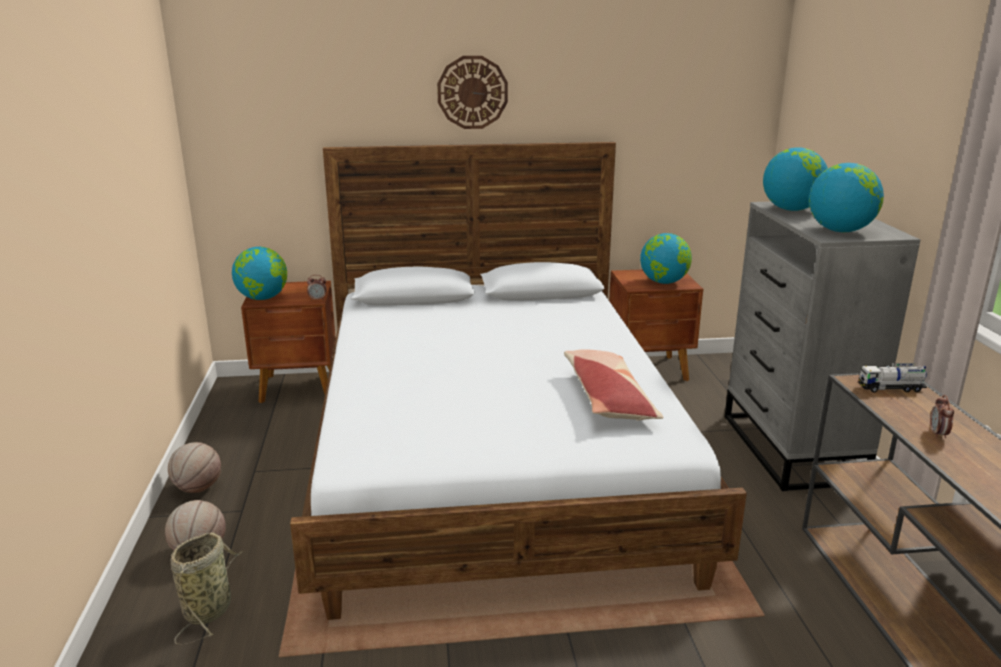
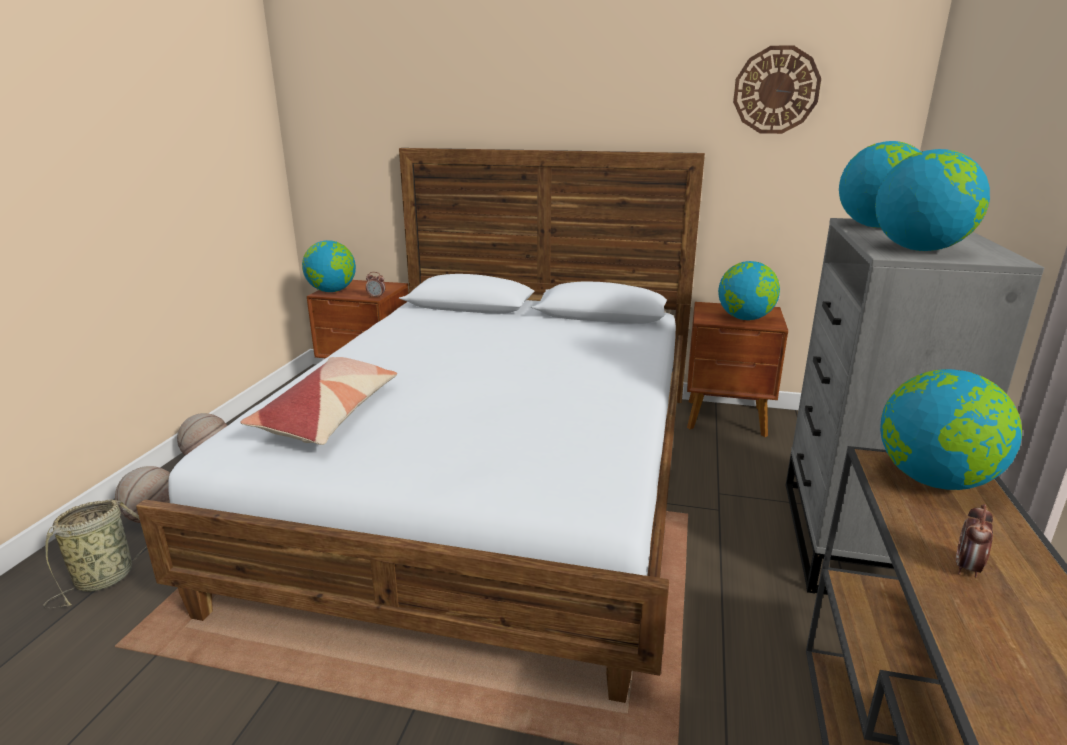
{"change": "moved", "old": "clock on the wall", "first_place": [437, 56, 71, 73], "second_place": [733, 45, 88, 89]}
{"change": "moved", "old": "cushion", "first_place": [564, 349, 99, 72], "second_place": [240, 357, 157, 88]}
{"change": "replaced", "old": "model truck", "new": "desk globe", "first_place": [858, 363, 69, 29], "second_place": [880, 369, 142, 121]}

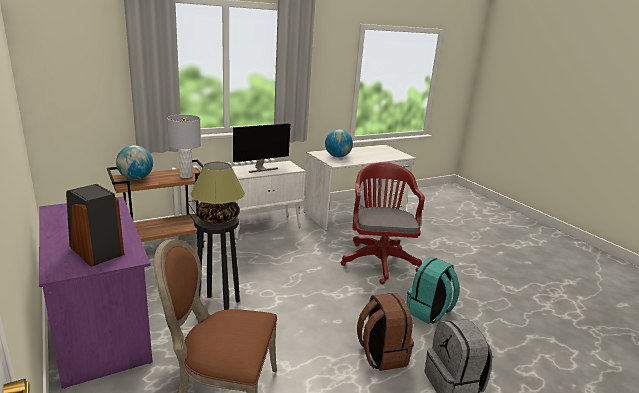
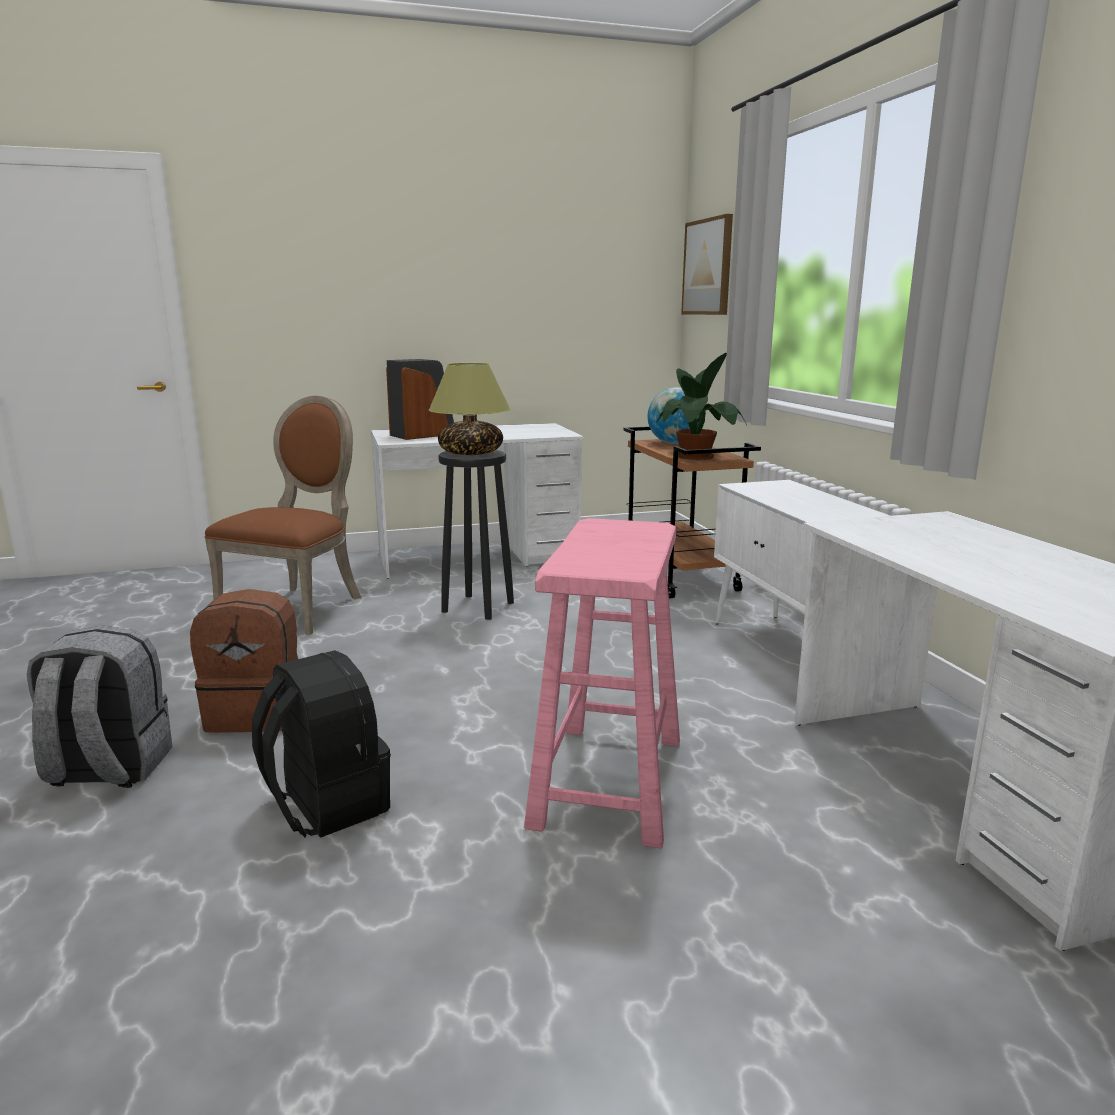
{"change": "removed", "old": "computer screen", "first_place": [233, 123, 57, 50]}
{"change": "removed", "old": "desk globe", "first_place": [325, 129, 28, 28]}
{"change": "added", "new": "wall picture", "second_place": [681, 214, 52, 101]}
{"change": "replaced", "old": "greyish tabletop lamp", "new": "plant in a pot", "first_place": [167, 114, 34, 64], "second_place": [657, 353, 90, 107]}
{"change": "replaced", "old": "red-coloured office chair", "new": "pink-coloured sitting stool", "first_place": [341, 162, 84, 122], "second_place": [524, 518, 156, 330]}
{"change": "recoloured", "old": "purple-coloured desk unit", "new": "whitish desk unit", "first_place": [39, 197, 114, 192], "second_place": [371, 423, 213, 156]}
{"change": "recoloured", "old": "turquoise backpack", "new": "black backpack", "first_place": [406, 257, 54, 67], "second_place": [252, 650, 139, 188]}

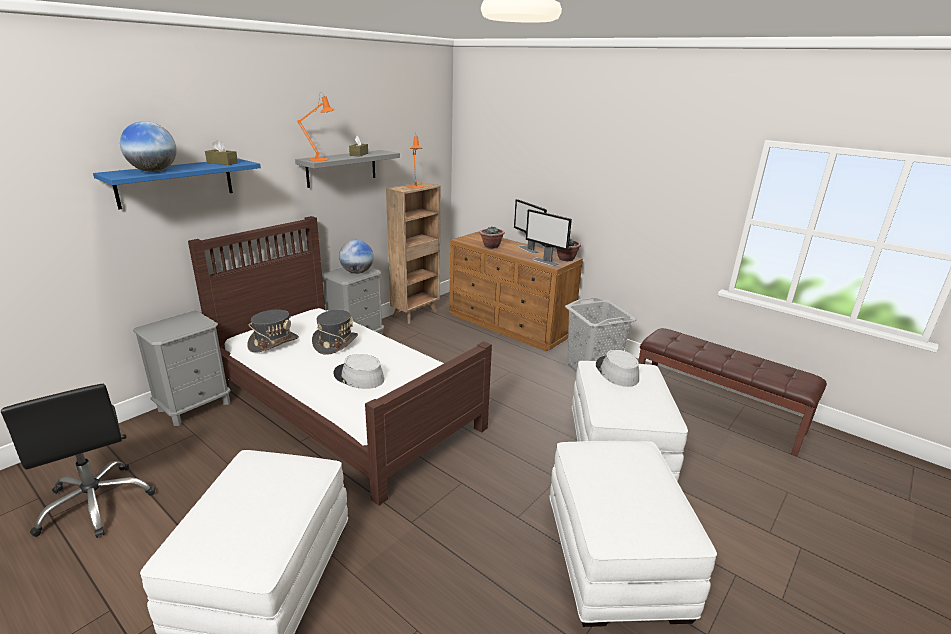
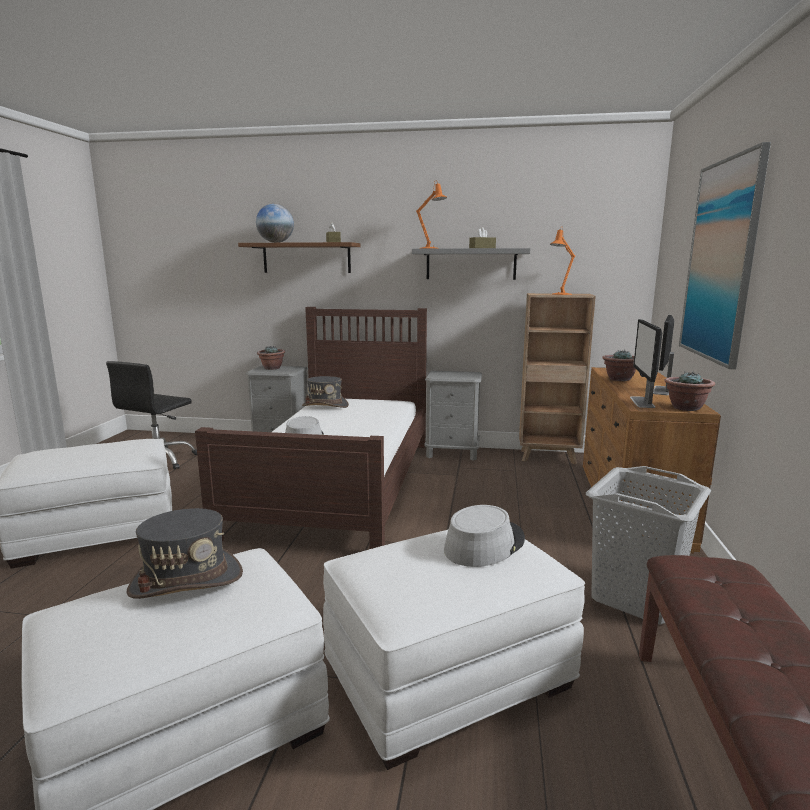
{"change": "removed", "old": "desk globe", "first_place": [339, 240, 35, 34]}
{"change": "added", "new": "plant in a pot", "second_place": [257, 346, 28, 24]}
{"change": "added", "new": "wall picture", "second_place": [679, 142, 92, 227]}
{"change": "moved", "old": "greyish clothing hat", "first_place": [312, 310, 46, 45], "second_place": [126, 508, 117, 91]}
{"change": "recoloured", "old": "blue-coloured bracket shelf", "new": "brown-coloured bracket shelf", "first_place": [93, 159, 168, 51], "second_place": [238, 242, 123, 31]}

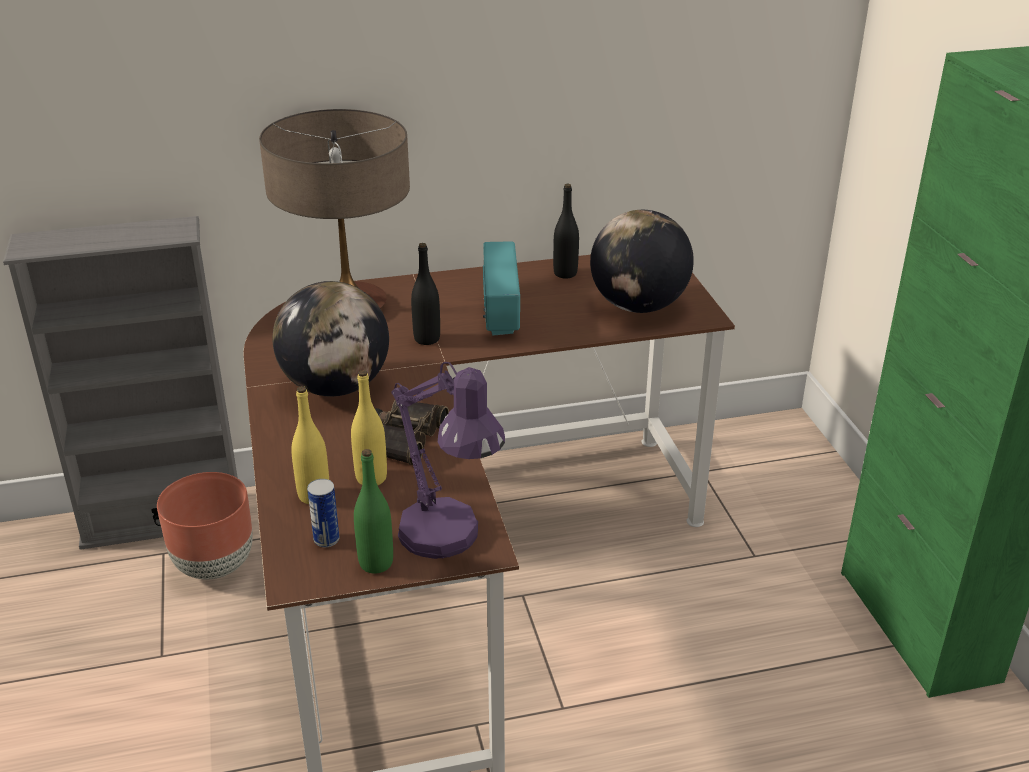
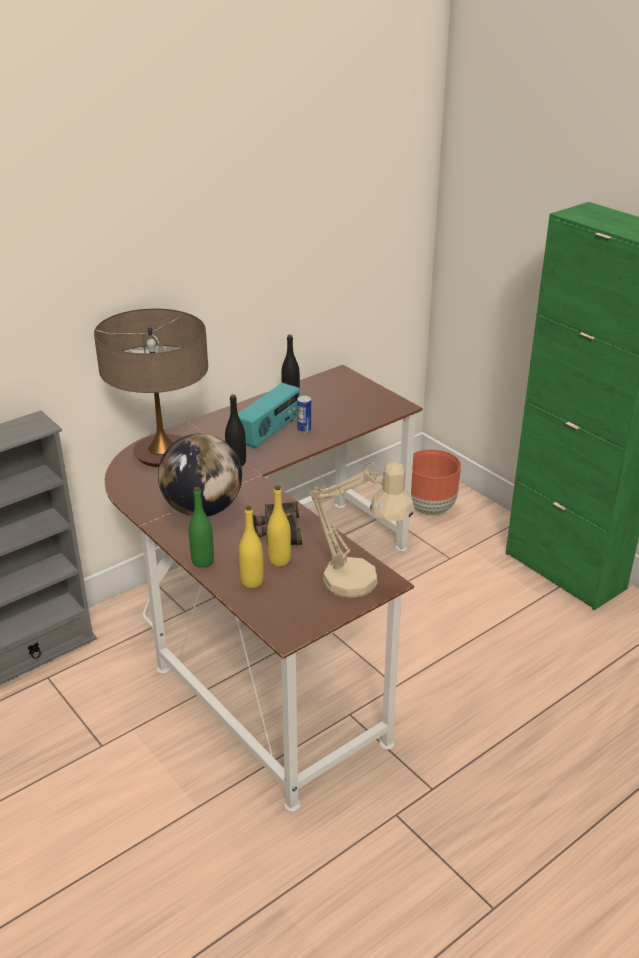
{"change": "removed", "old": "desk globe", "first_place": [590, 210, 104, 103]}
{"change": "moved", "old": "brown-coloured planter", "first_place": [157, 472, 96, 108], "second_place": [411, 449, 50, 66]}
{"change": "moved", "old": "metal can", "first_place": [307, 479, 32, 68], "second_place": [297, 396, 14, 38]}
{"change": "moved", "old": "greenish bottle", "first_place": [354, 449, 39, 125], "second_place": [189, 487, 25, 81]}
{"change": "recoloured", "old": "purple-coloured tabletop lamp", "new": "beige tabletop lamp", "first_place": [391, 362, 114, 197], "second_place": [309, 462, 106, 136]}
{"change": "turned", "old": "radio receiver", "first_place": [483, 241, 37, 95], "second_place": [238, 383, 62, 66], "degrees": -120}

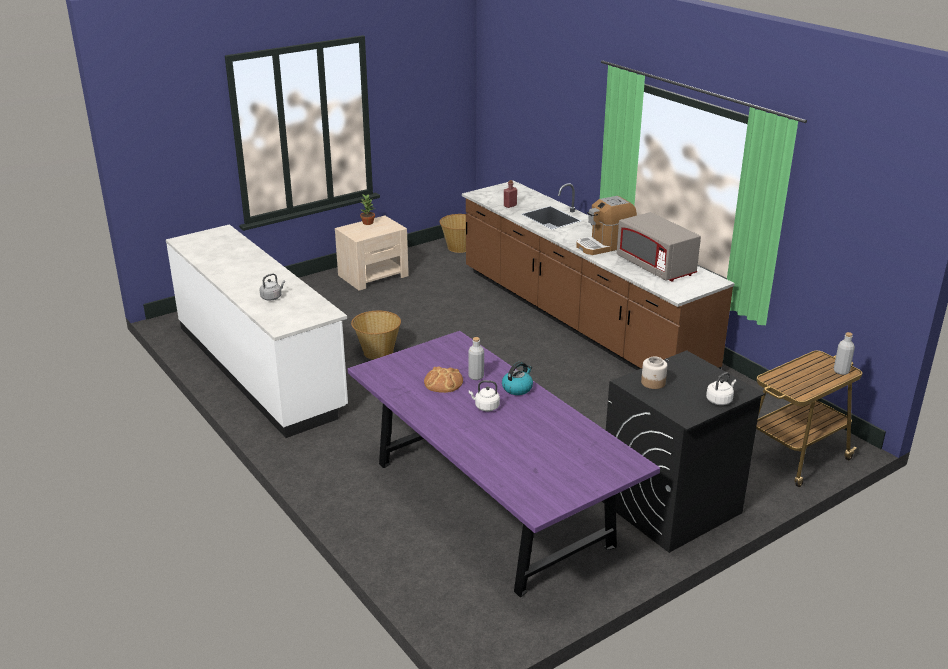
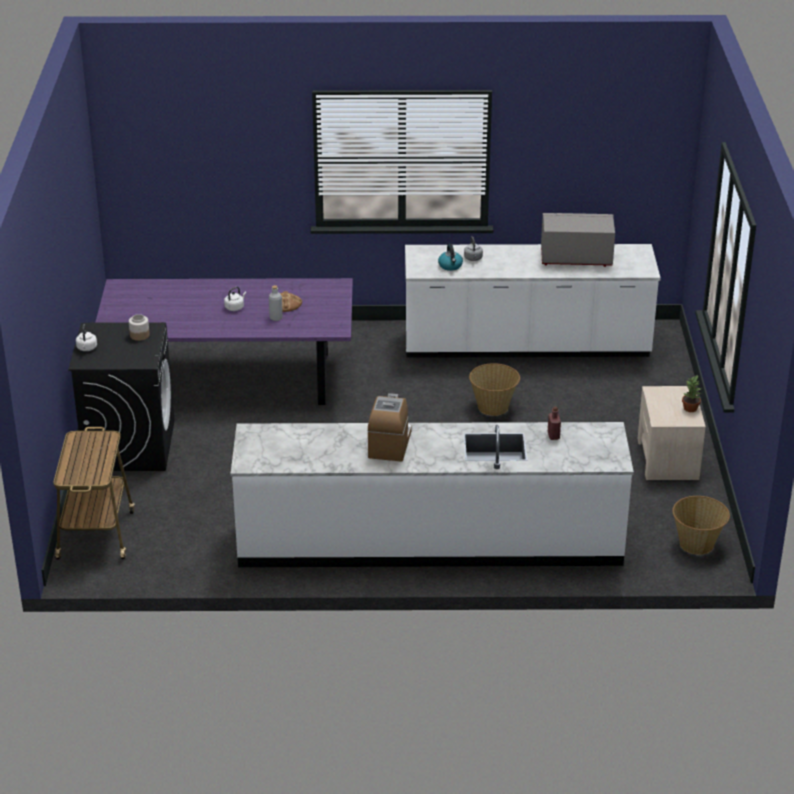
{"change": "removed", "old": "greyish bottle", "first_place": [834, 332, 21, 43]}
{"change": "moved", "old": "tea kettle", "first_place": [502, 362, 31, 33], "second_place": [438, 244, 25, 27]}
{"change": "moved", "old": "greyish microwave", "first_place": [617, 212, 84, 69], "second_place": [541, 213, 74, 54]}
{"change": "recoloured", "old": "brown-coloured counter", "new": "whitish counter", "first_place": [462, 181, 273, 189], "second_place": [231, 422, 403, 145]}

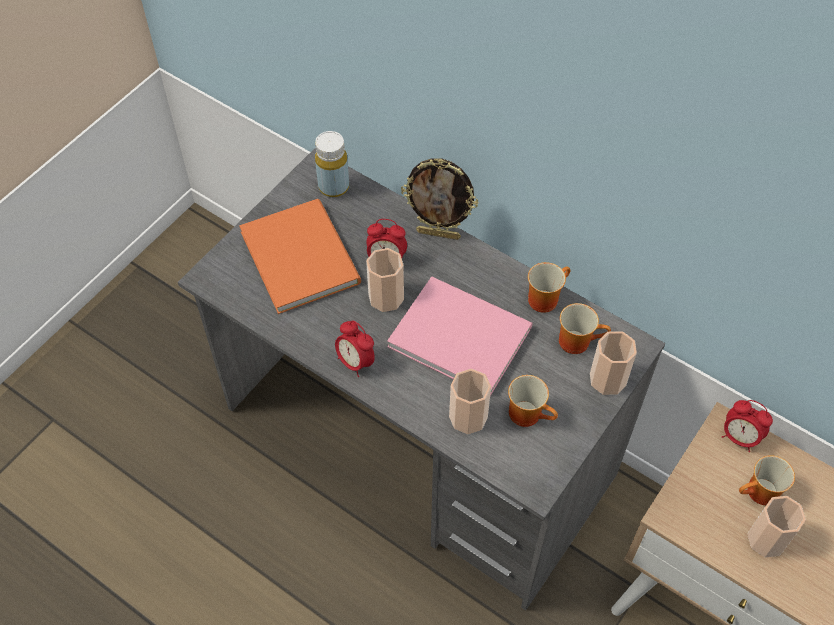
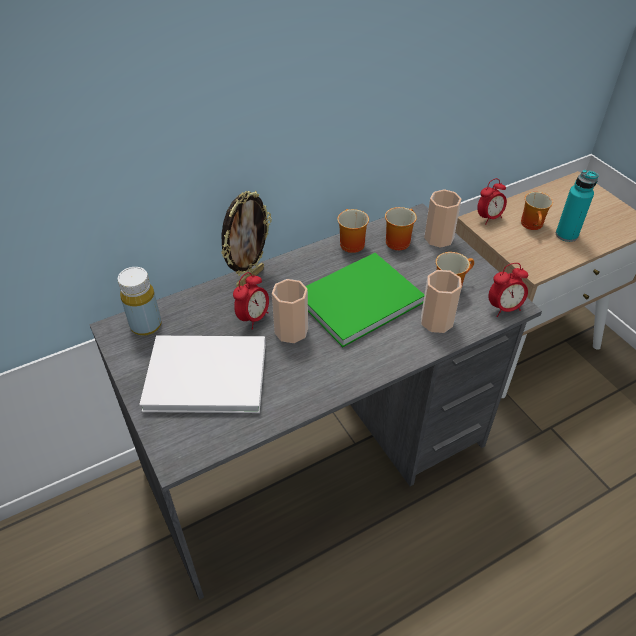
{"change": "moved", "old": "alarm clock", "first_place": [335, 321, 40, 56], "second_place": [488, 263, 40, 54]}
{"change": "replaced", "old": "drinking cup", "new": "turquoise bottle", "first_place": [747, 496, 59, 61], "second_place": [556, 170, 43, 72]}
{"change": "recoloured", "old": "orangey volume", "new": "whitish volume", "first_place": [239, 199, 122, 115], "second_place": [139, 336, 127, 77]}
{"change": "recoloured", "old": "pink-coloured volume", "new": "greenish volume", "first_place": [387, 277, 146, 119], "second_place": [306, 253, 118, 94]}

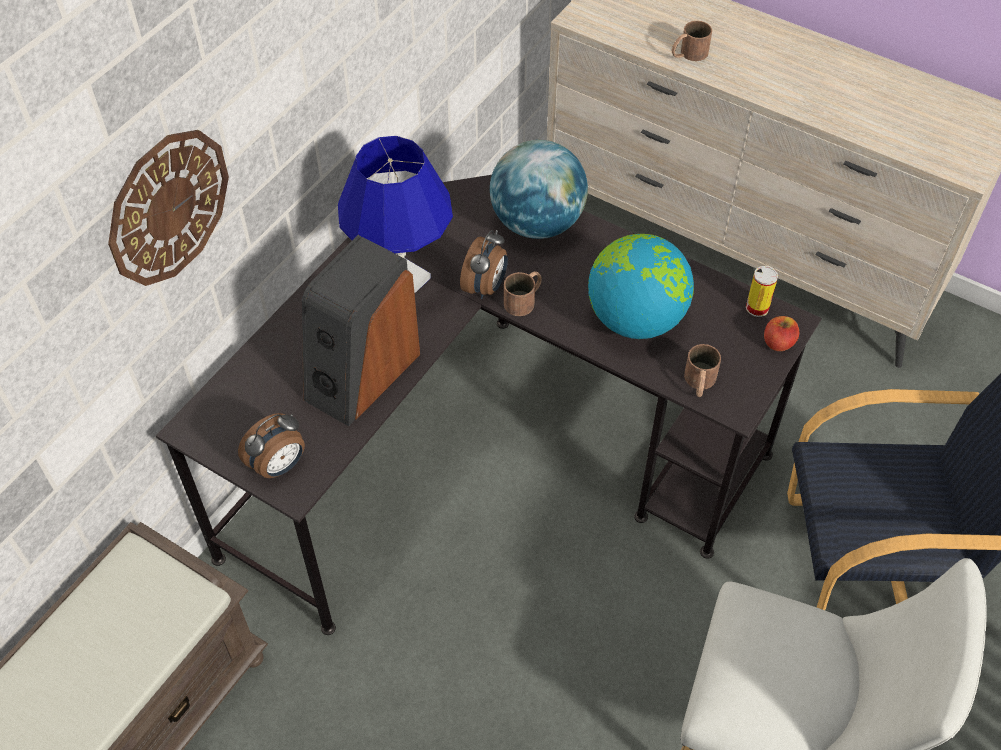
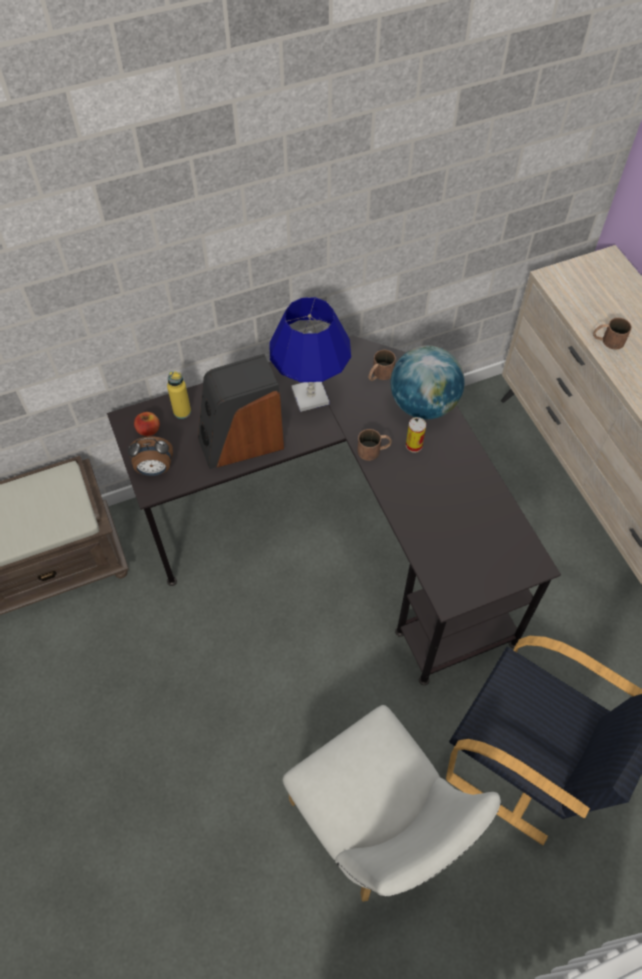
{"change": "removed", "old": "clock on the wall", "first_place": [108, 130, 121, 156]}
{"change": "removed", "old": "alarm clock", "first_place": [460, 230, 48, 69]}
{"change": "removed", "old": "desk globe", "first_place": [588, 234, 106, 105]}
{"change": "added", "new": "yellowish bottle", "second_place": [167, 371, 24, 48]}
{"change": "moved", "old": "brown-coloured tea mug", "first_place": [684, 344, 37, 53], "second_place": [368, 350, 28, 31]}
{"change": "moved", "old": "metal can", "first_place": [746, 266, 32, 51], "second_place": [406, 417, 20, 36]}
{"change": "moved", "old": "whole apple", "first_place": [764, 316, 35, 35], "second_place": [134, 412, 26, 24]}

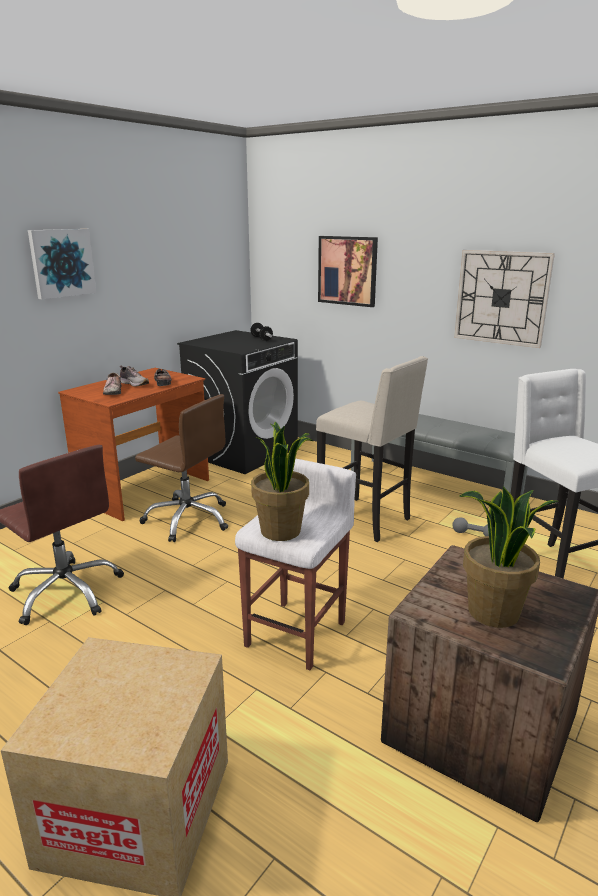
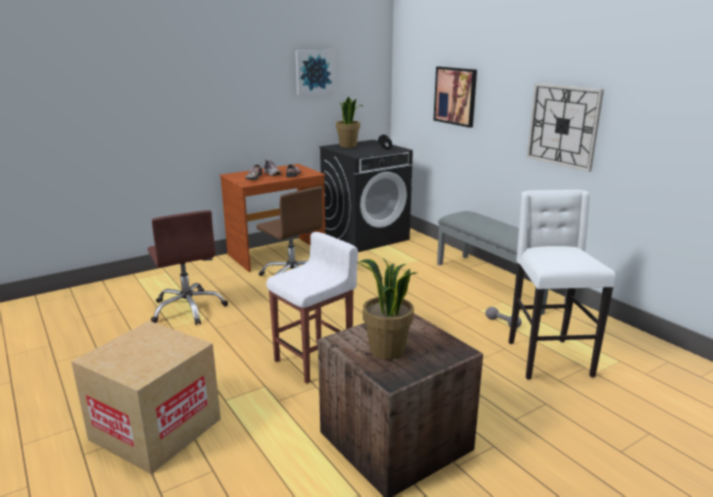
{"change": "removed", "old": "beige sitting stool", "first_place": [316, 356, 112, 186]}
{"change": "moved", "old": "wall picture", "first_place": [28, 229, 69, 70], "second_place": [295, 50, 40, 45]}
{"change": "moved", "old": "plant in a pot", "first_place": [251, 421, 62, 120], "second_place": [336, 97, 28, 51]}

